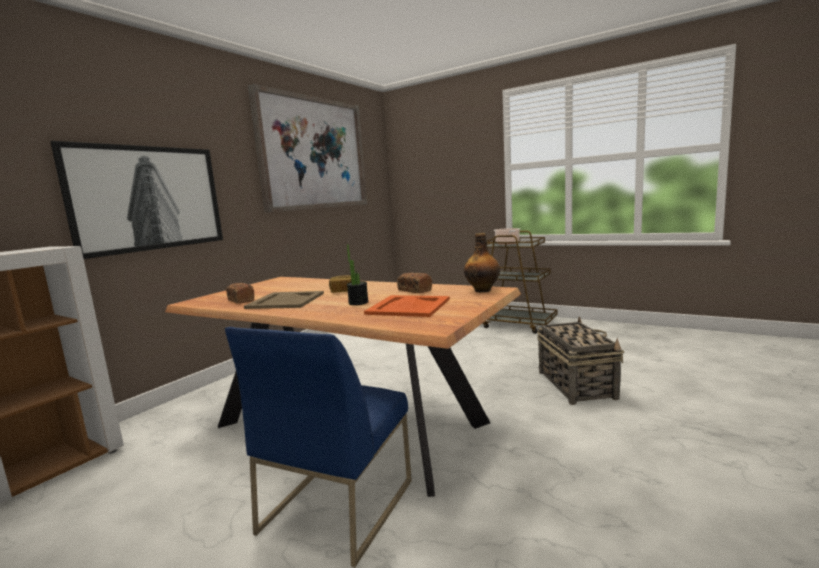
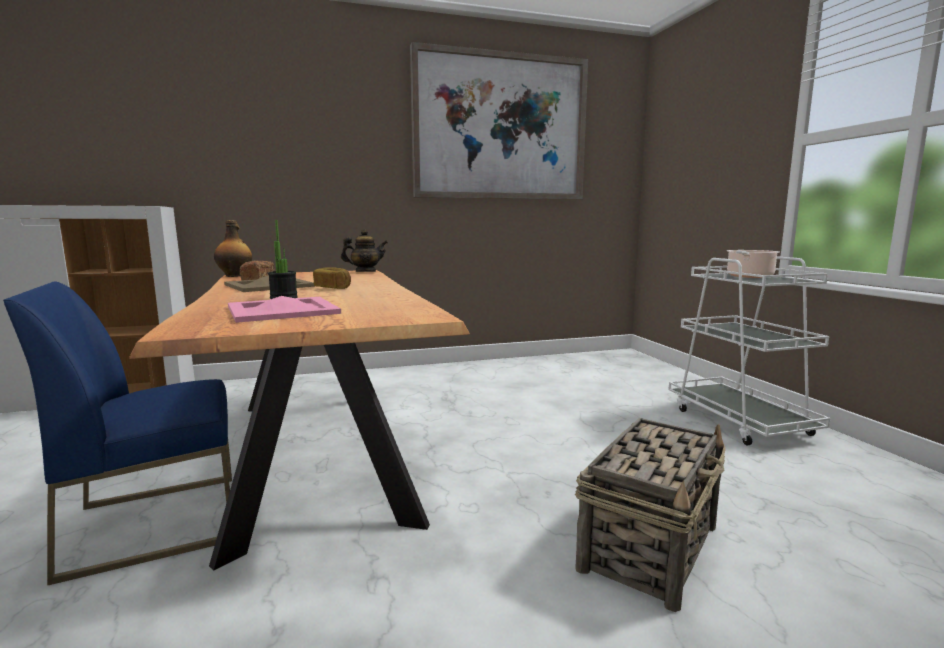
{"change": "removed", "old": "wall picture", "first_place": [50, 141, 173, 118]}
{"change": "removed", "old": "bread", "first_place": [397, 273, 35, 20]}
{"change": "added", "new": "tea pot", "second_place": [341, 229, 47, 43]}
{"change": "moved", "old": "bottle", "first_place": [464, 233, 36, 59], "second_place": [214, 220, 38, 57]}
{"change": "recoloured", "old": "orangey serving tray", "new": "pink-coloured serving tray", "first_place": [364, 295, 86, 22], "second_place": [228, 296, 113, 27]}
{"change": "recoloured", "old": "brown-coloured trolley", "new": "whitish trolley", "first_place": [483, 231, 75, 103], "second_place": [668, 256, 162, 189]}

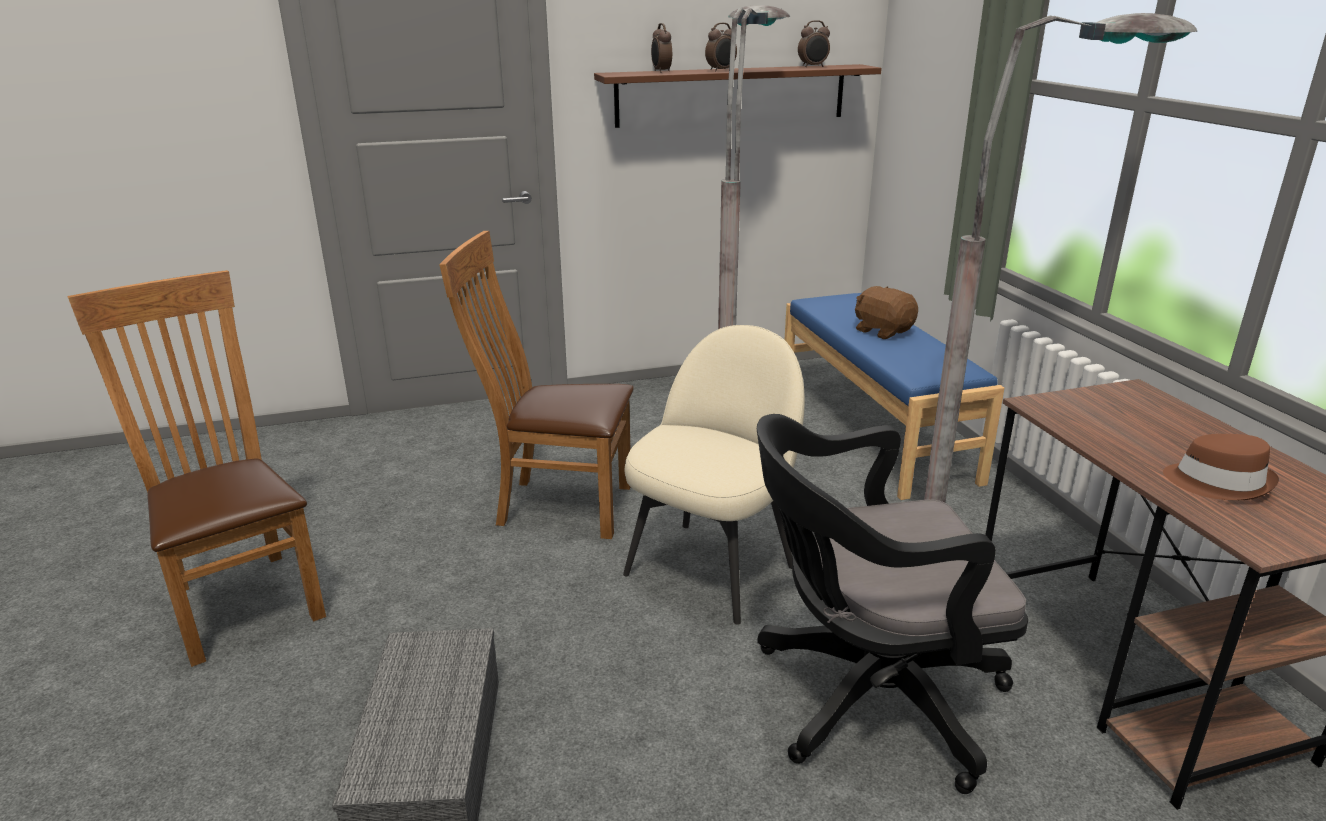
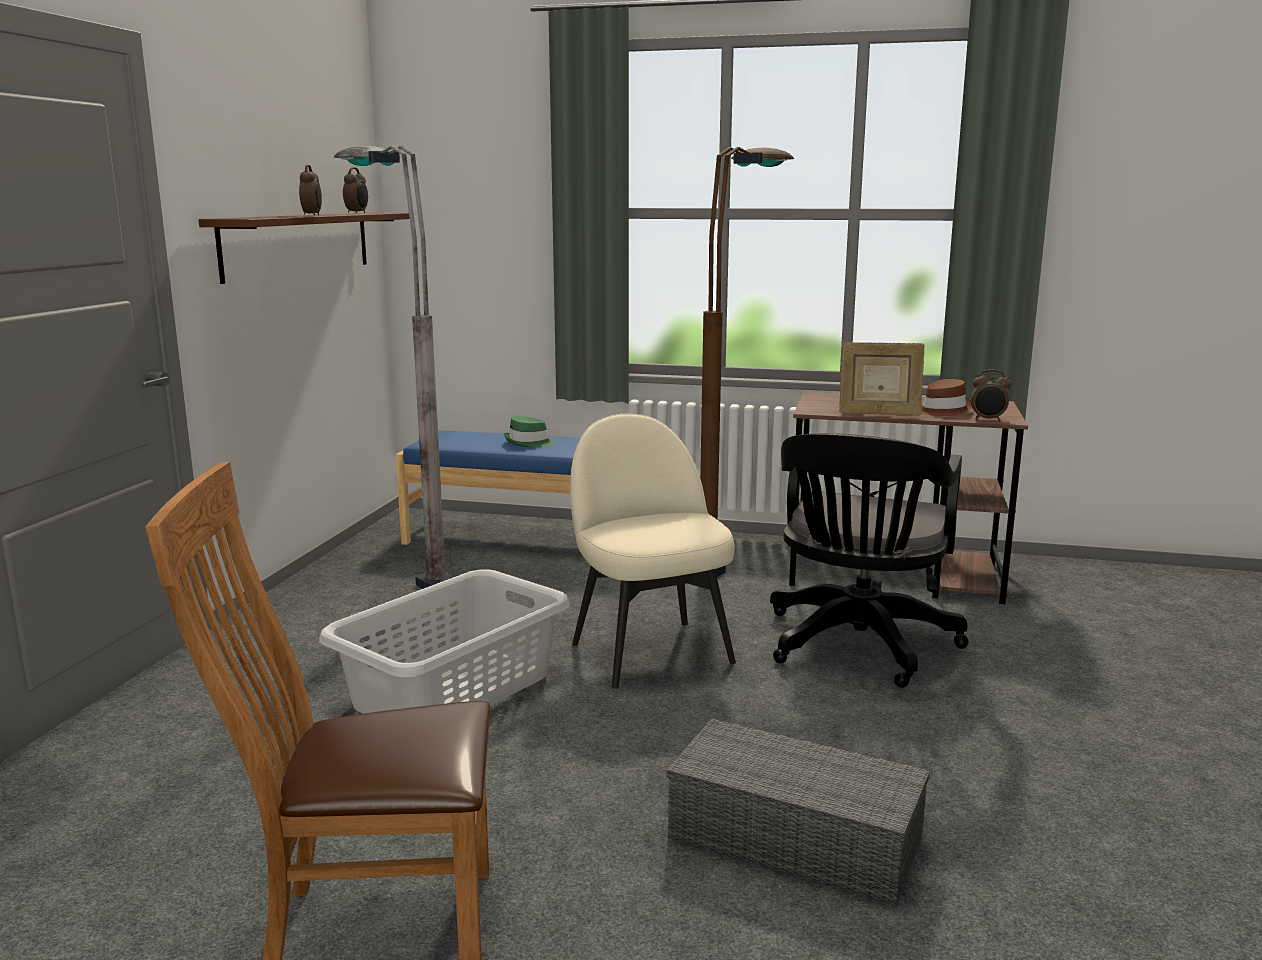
{"change": "added", "new": "photo frame", "second_place": [839, 342, 86, 73]}
{"change": "moved", "old": "alarm clock", "first_place": [651, 23, 21, 50], "second_place": [970, 370, 41, 51]}
{"change": "replaced", "old": "brown-coloured plain chair", "new": "greyish hamper", "first_place": [439, 231, 195, 308], "second_place": [319, 569, 251, 145]}
{"change": "replaced", "old": "brown-coloured plush toy", "new": "greenish clothing hat", "first_place": [855, 286, 63, 53], "second_place": [504, 416, 51, 31]}
{"change": "recoloured", "old": "greyish standard lamp", "new": "brown-coloured standard lamp", "first_place": [924, 13, 273, 489], "second_place": [700, 147, 94, 430]}

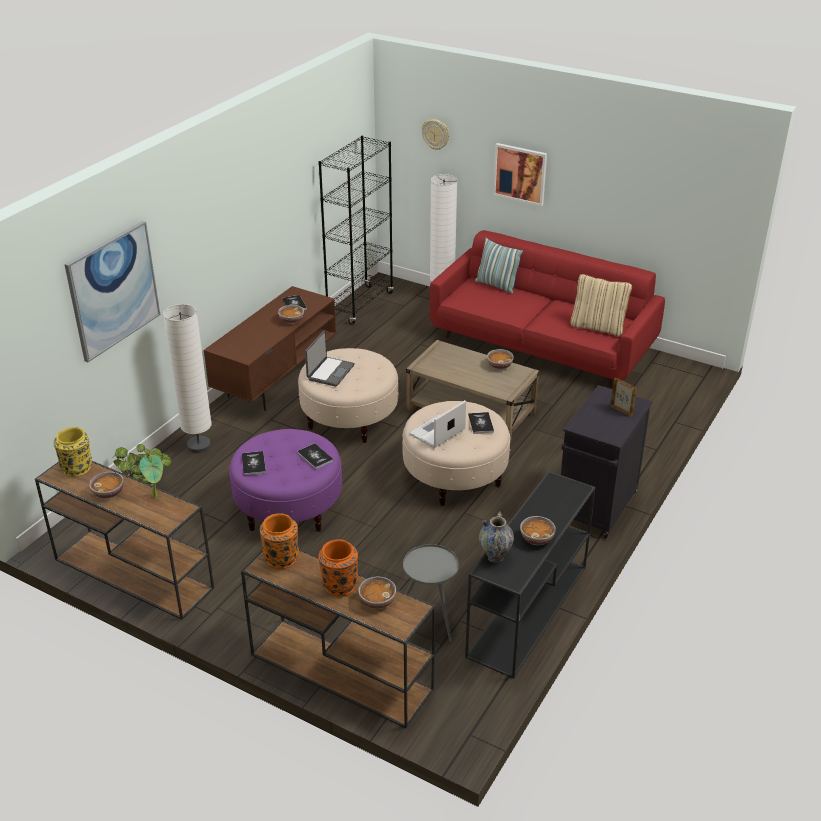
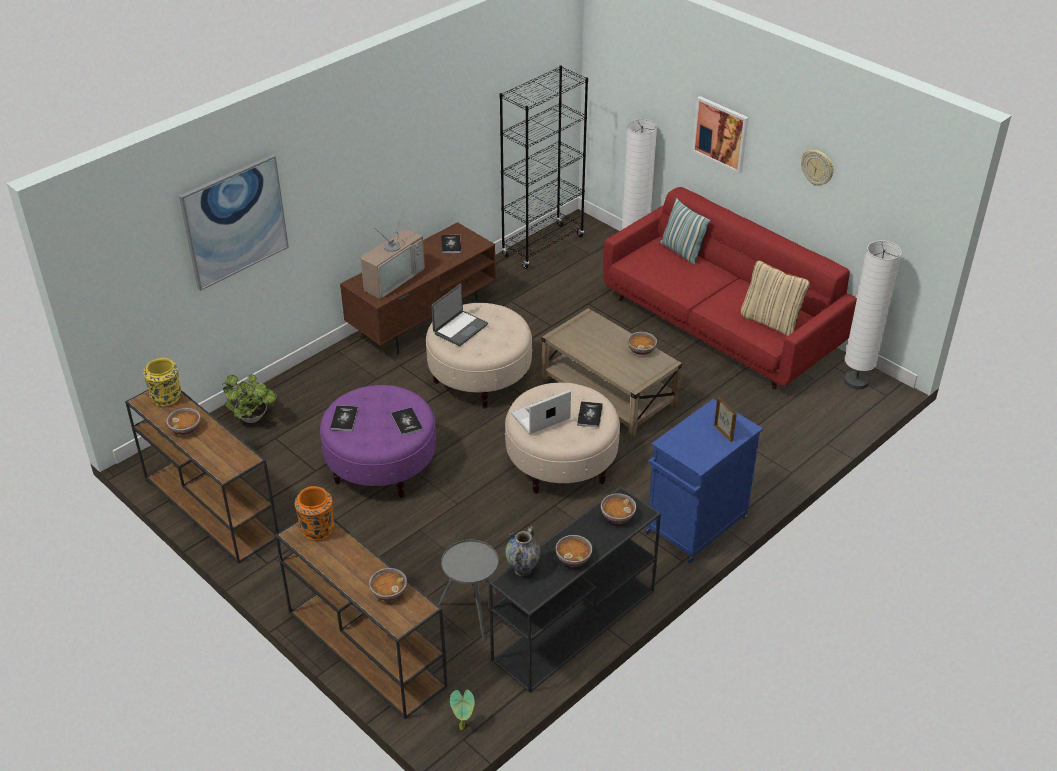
{"change": "removed", "old": "orangey decorative vase", "first_place": [318, 539, 40, 57]}
{"change": "added", "new": "television", "second_place": [361, 210, 64, 89]}
{"change": "moved", "old": "plant in a pot", "first_place": [139, 455, 24, 43], "second_place": [450, 690, 25, 40]}
{"change": "moved", "old": "whitish standard lamp", "first_place": [163, 304, 49, 149], "second_place": [844, 240, 58, 150]}
{"change": "moved", "old": "deep dish", "first_place": [278, 305, 26, 19], "second_place": [601, 493, 35, 31]}
{"change": "moved", "old": "clock on the wall", "first_place": [422, 119, 27, 31], "second_place": [801, 150, 33, 36]}
{"change": "recoloured", "old": "black cupboard", "new": "blue-coloured cupboard", "first_place": [561, 385, 92, 154], "second_place": [646, 399, 117, 164]}

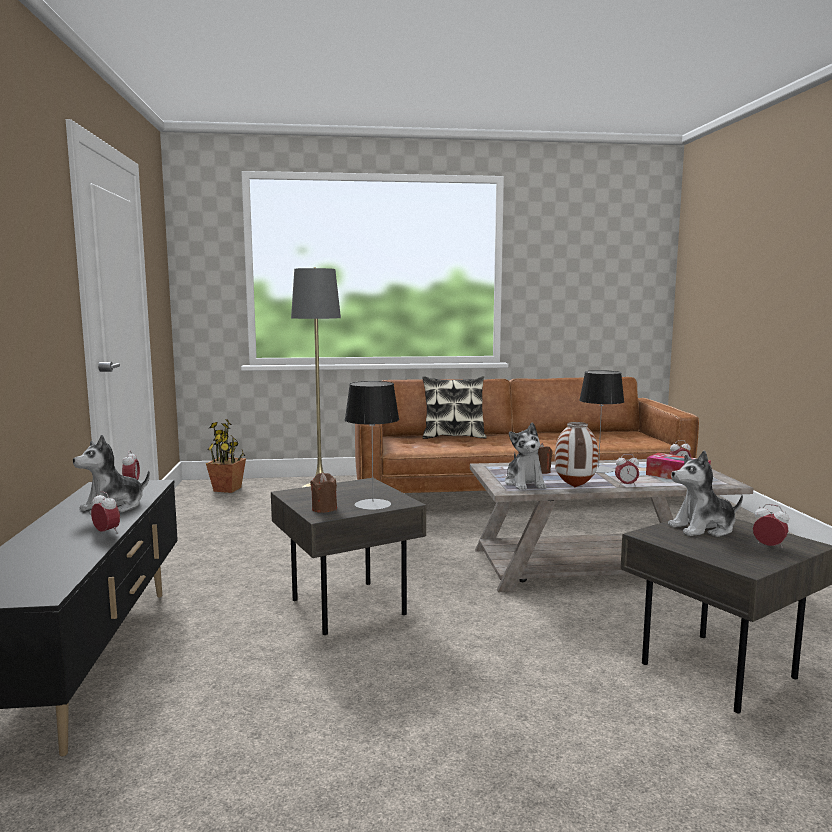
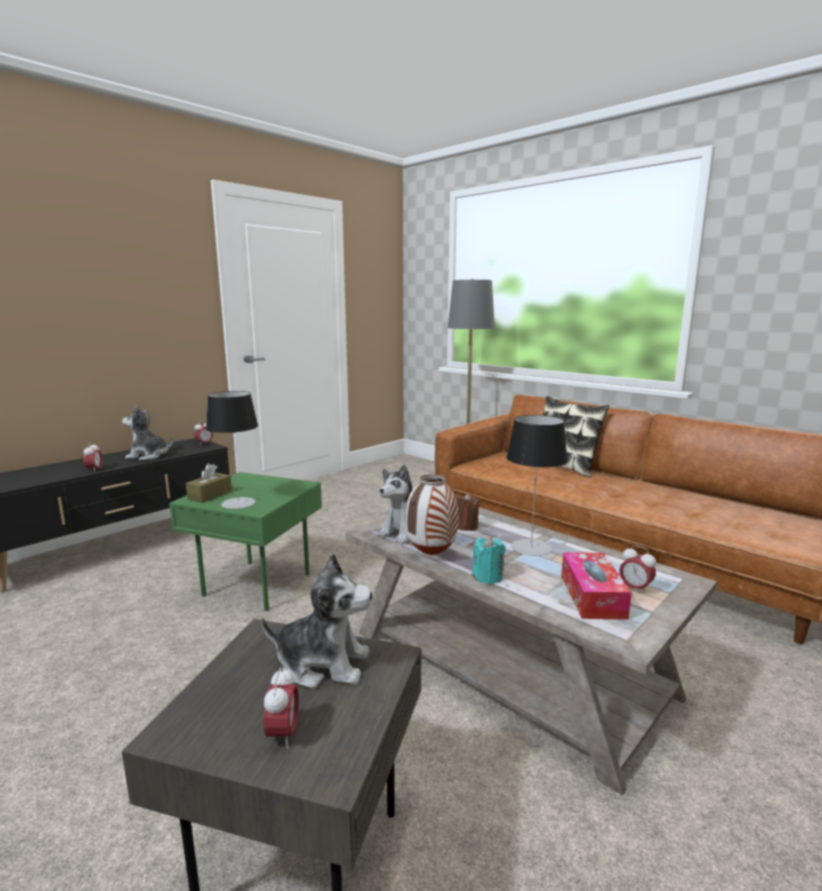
{"change": "removed", "old": "plant in a pot", "first_place": [206, 419, 40, 74]}
{"change": "replaced", "old": "brown-coloured candle", "new": "brown-coloured box of tissues", "first_place": [310, 473, 27, 40], "second_place": [186, 463, 46, 40]}
{"change": "replaced", "old": "alarm clock", "new": "turquoise candle", "first_place": [615, 454, 24, 32], "second_place": [472, 536, 34, 48]}
{"change": "recoloured", "old": "greyish end table", "new": "greenish end table", "first_place": [271, 478, 155, 157], "second_place": [169, 472, 153, 139]}
{"change": "turned", "old": "plush toy", "first_place": [668, 451, 75, 86], "second_place": [261, 553, 111, 136], "degrees": 150}

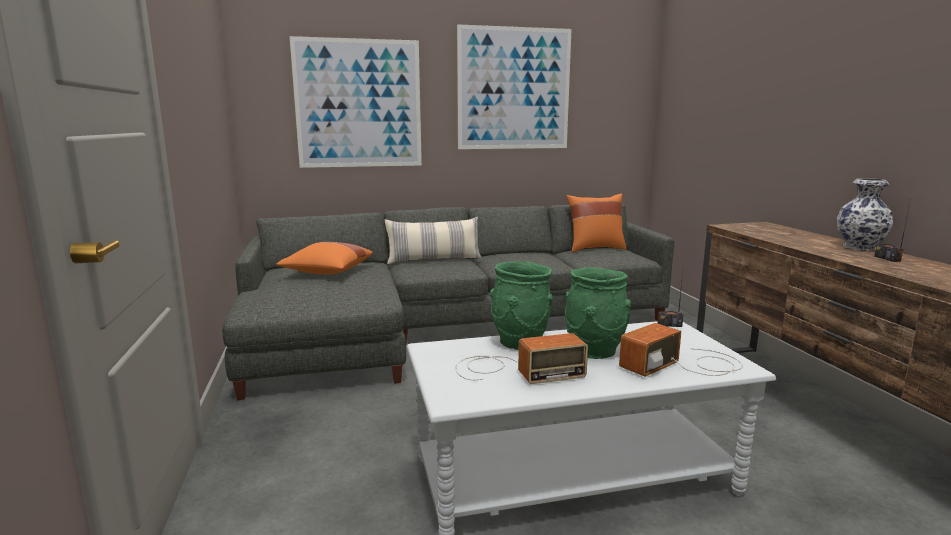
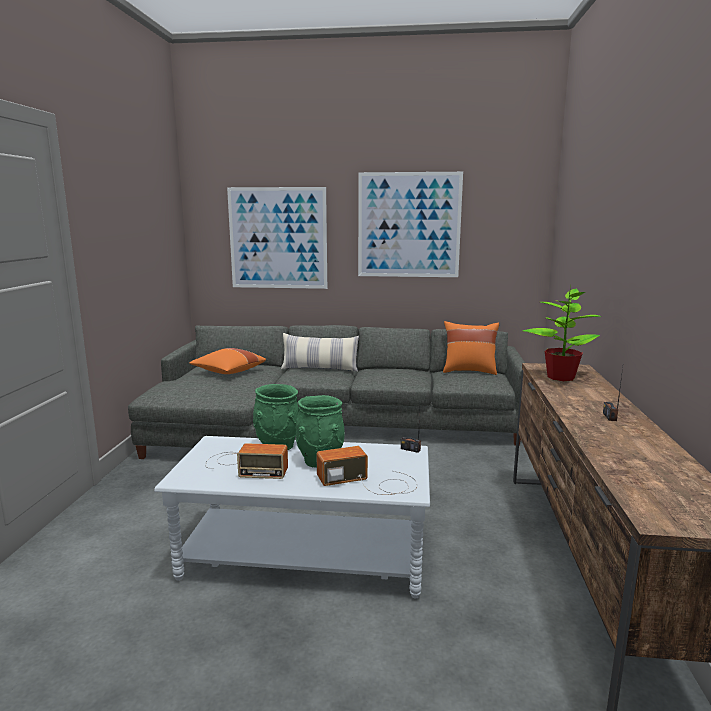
{"change": "removed", "old": "decorative vase", "first_place": [837, 178, 56, 73]}
{"change": "added", "new": "plant in a pot", "second_place": [523, 289, 78, 92]}

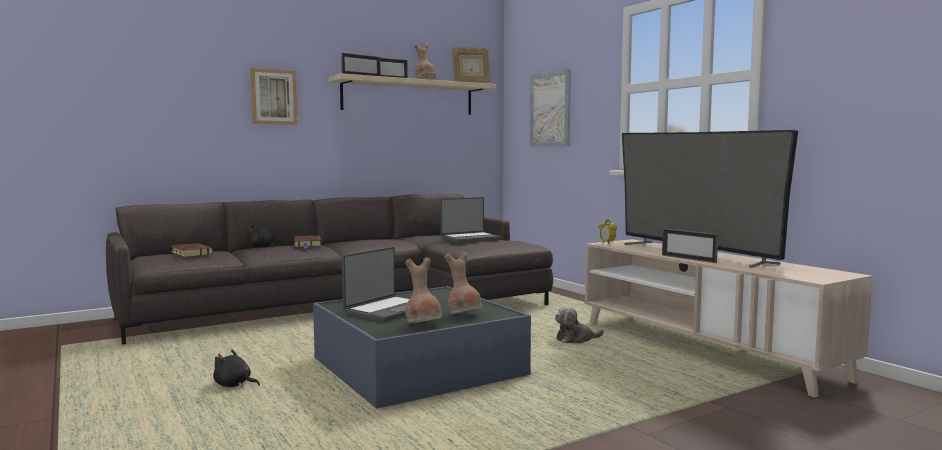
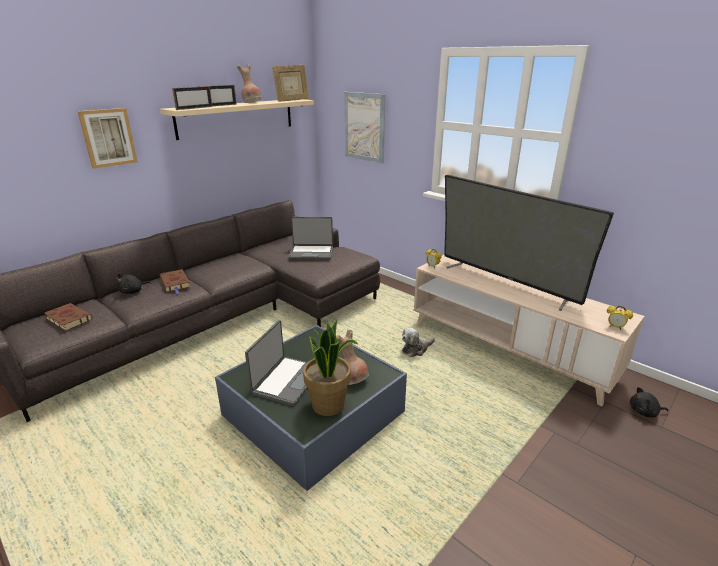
{"change": "removed", "old": "photo frame", "first_place": [662, 228, 56, 35]}
{"change": "added", "new": "alarm clock", "second_place": [607, 306, 26, 24]}
{"change": "moved", "old": "black plush toy", "first_place": [213, 350, 47, 38], "second_place": [630, 387, 39, 31]}
{"change": "replaced", "old": "brown-coloured decorative vase", "new": "plant in a pot", "first_place": [405, 257, 36, 67], "second_place": [303, 320, 55, 96]}
{"change": "turned", "old": "notebook computer", "first_place": [440, 197, 62, 46], "second_place": [288, 217, 45, 43], "degrees": 45}

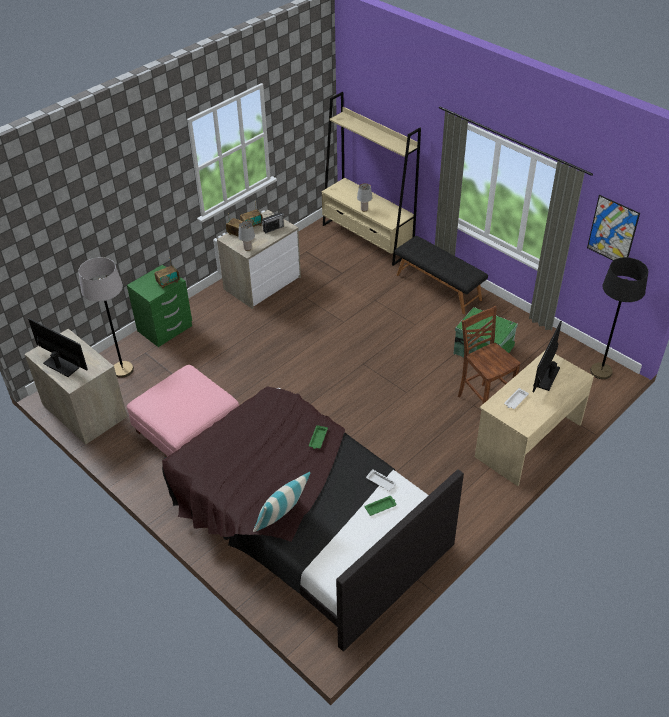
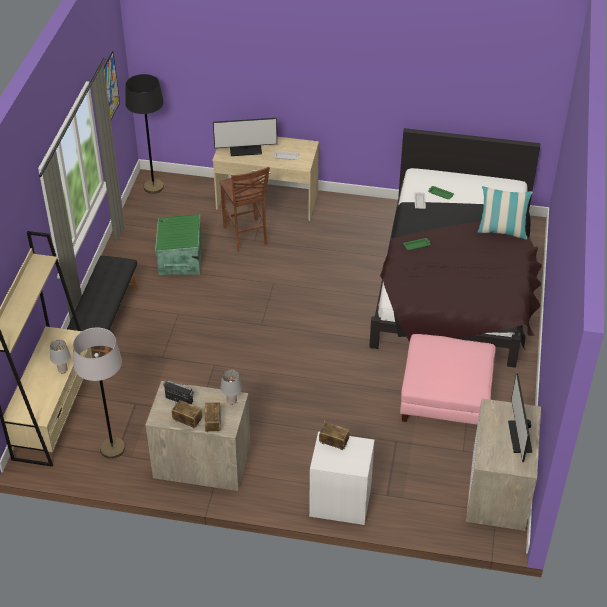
{"change": "moved", "old": "greyish standard lamp", "first_place": [78, 257, 56, 121], "second_place": [73, 327, 52, 132]}
{"change": "recoloured", "old": "greenish night table", "new": "whitish night table", "first_place": [127, 265, 65, 82], "second_place": [309, 431, 65, 94]}
{"change": "turned", "old": "brown-coloured plain chair", "first_place": [458, 306, 62, 99], "second_place": [220, 167, 50, 85], "degrees": -45}

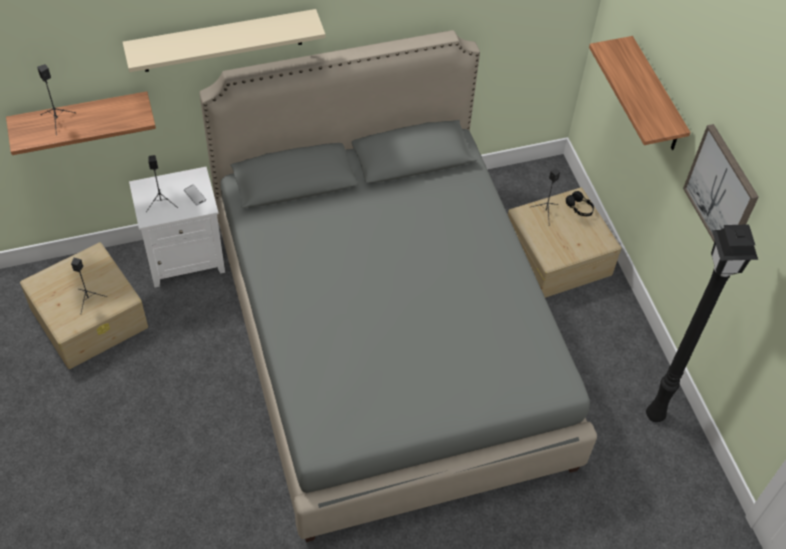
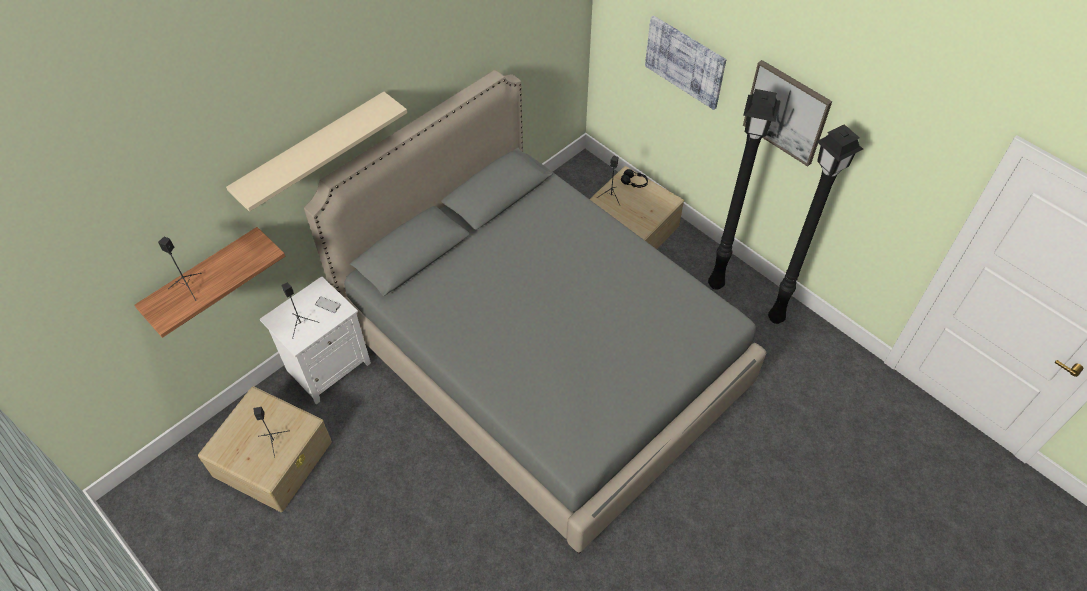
{"change": "added", "new": "black standard lamp", "second_place": [708, 89, 72, 201]}
{"change": "replaced", "old": "bracket shelf", "new": "wall picture", "first_place": [589, 36, 102, 114], "second_place": [645, 15, 81, 95]}

